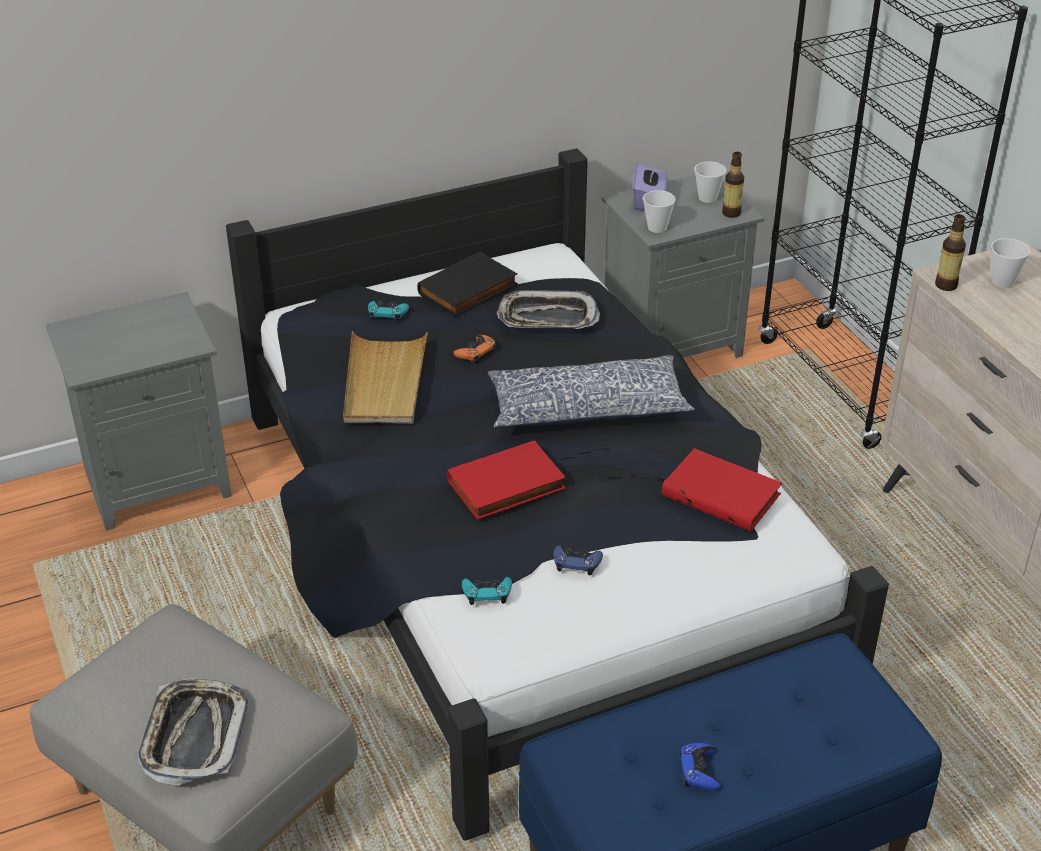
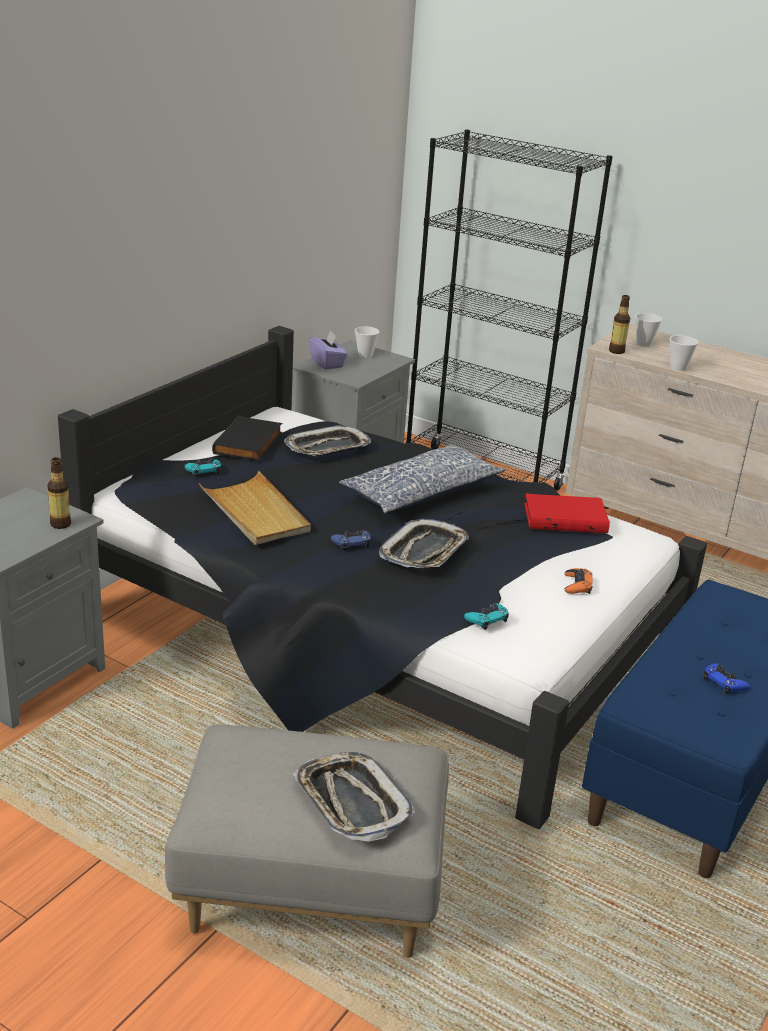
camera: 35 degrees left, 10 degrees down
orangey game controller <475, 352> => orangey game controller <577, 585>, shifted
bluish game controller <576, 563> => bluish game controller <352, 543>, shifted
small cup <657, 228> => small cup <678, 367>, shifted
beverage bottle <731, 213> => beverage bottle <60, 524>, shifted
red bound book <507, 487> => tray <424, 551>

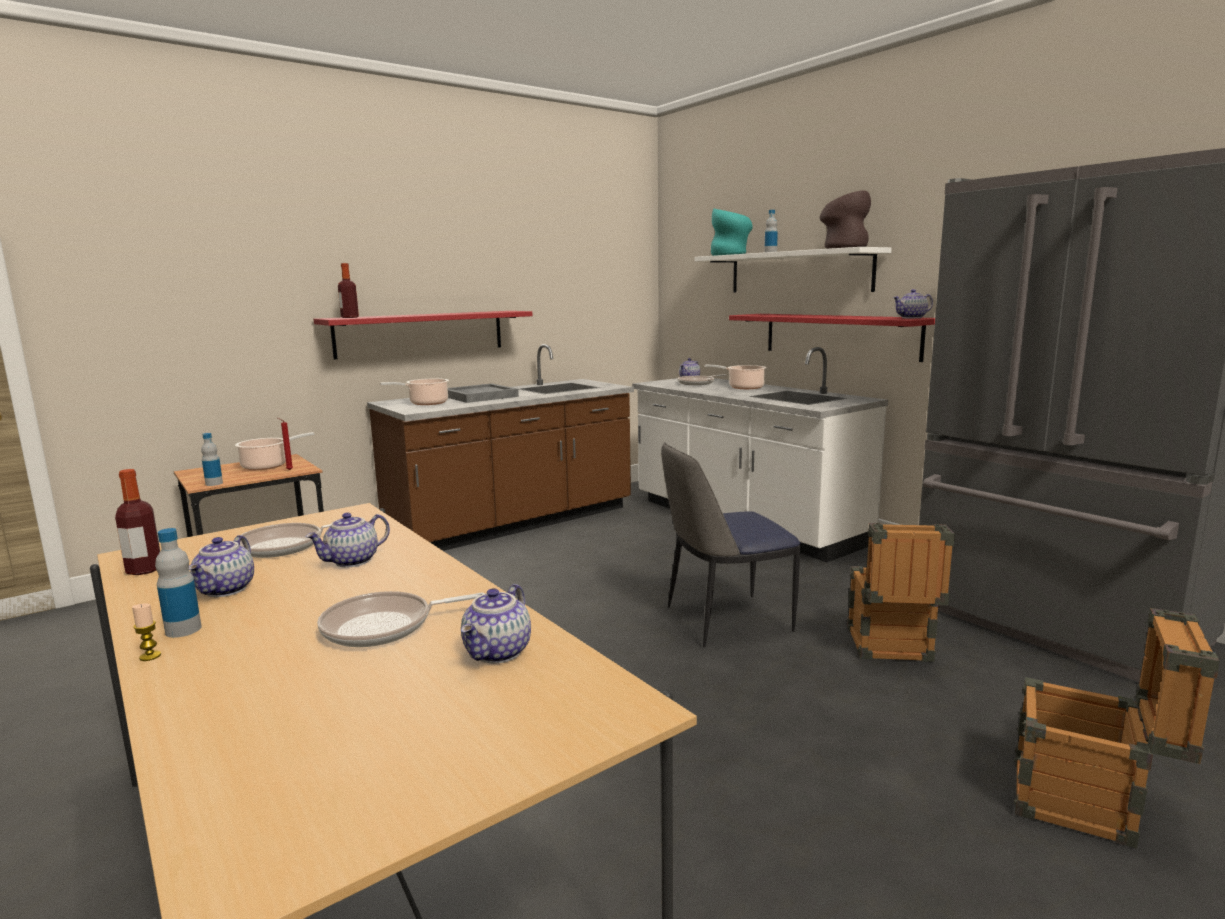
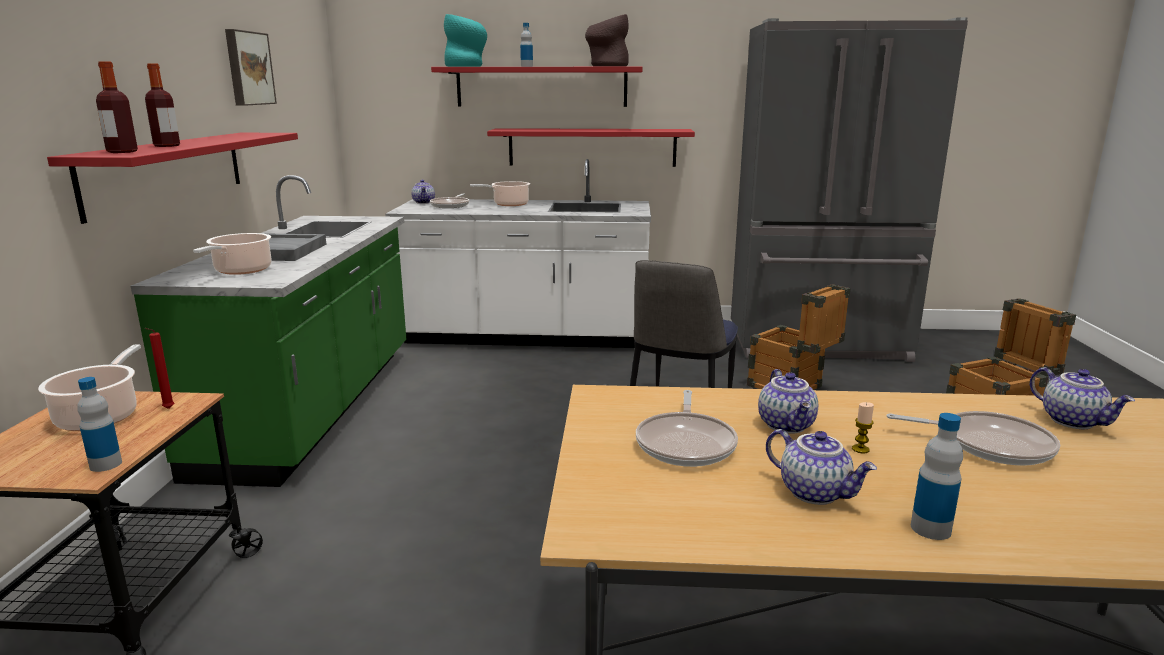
camera: 50 degrees left, 5 degrees up
tea pot <912, 318> => nothing
nothing => wall art <248, 68>
beverage bottle <144, 570> => beverage bottle <167, 146>, shifted
candle <150, 656> => candle <860, 449>, shifted
brownish kitchen counter <513, 524> => green kitchen counter <315, 407>
white-coloured wall shelf <798, 272> => red wall shelf <541, 87>
skillet <384, 626> => skillet <989, 444>, 90 degrees counterclockwise

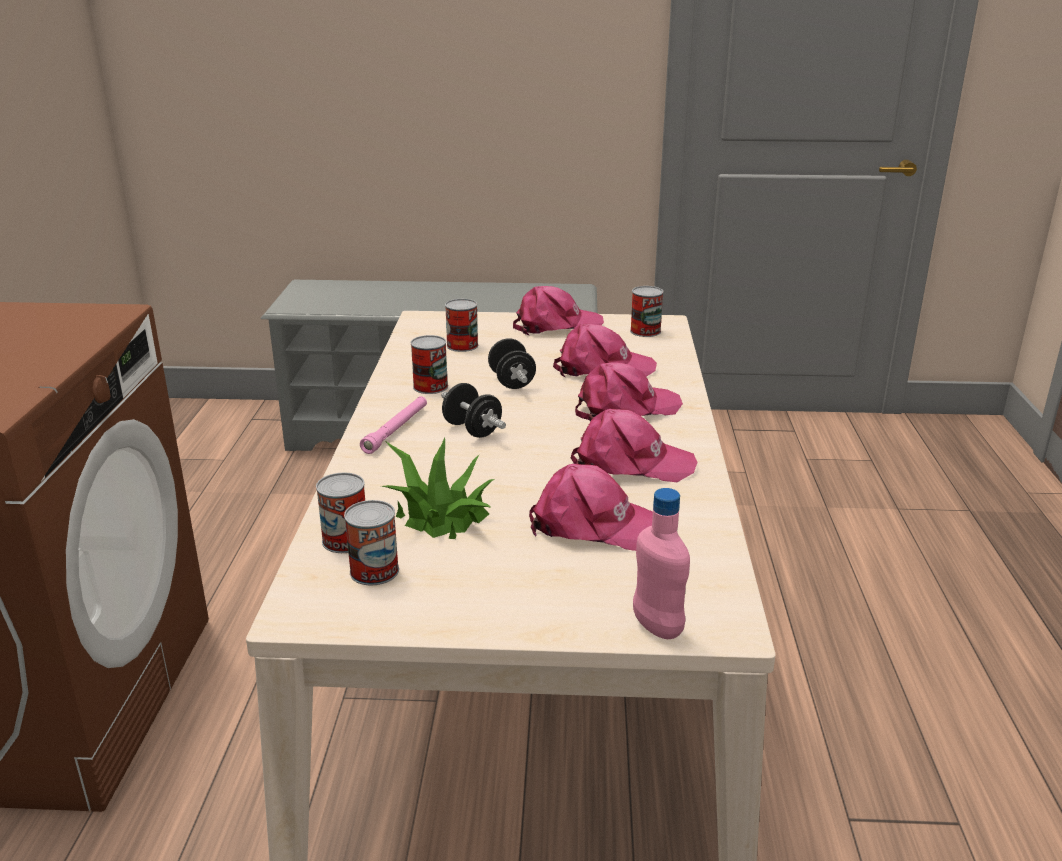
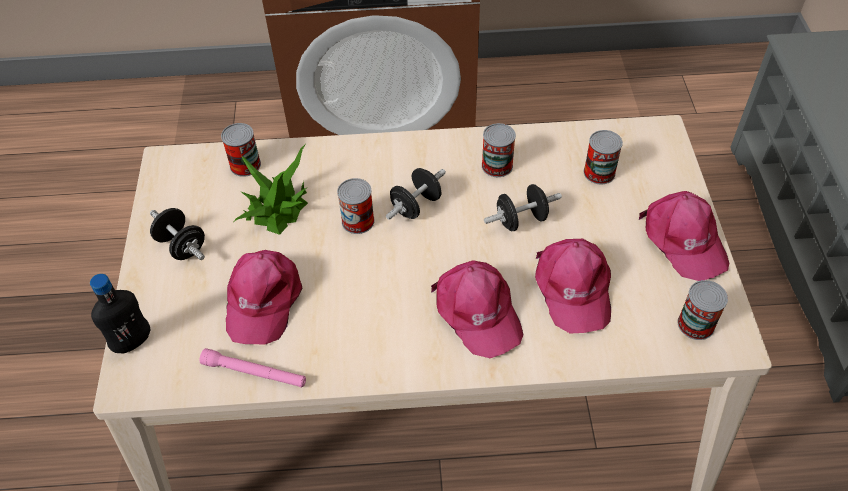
camera: 85 degrees right, 25 degrees up
pink-coloured peaked cap <630, 463> => nothing
nothing => blackish hand weight <182, 246>
can <374, 571> => can <358, 221>, shifted
pink-coloured flashlight <396, 430> => pink-coloured flashlight <254, 373>, shifted
pink-coloured beverage bottle <657, 627> => blackish beverage bottle <132, 342>

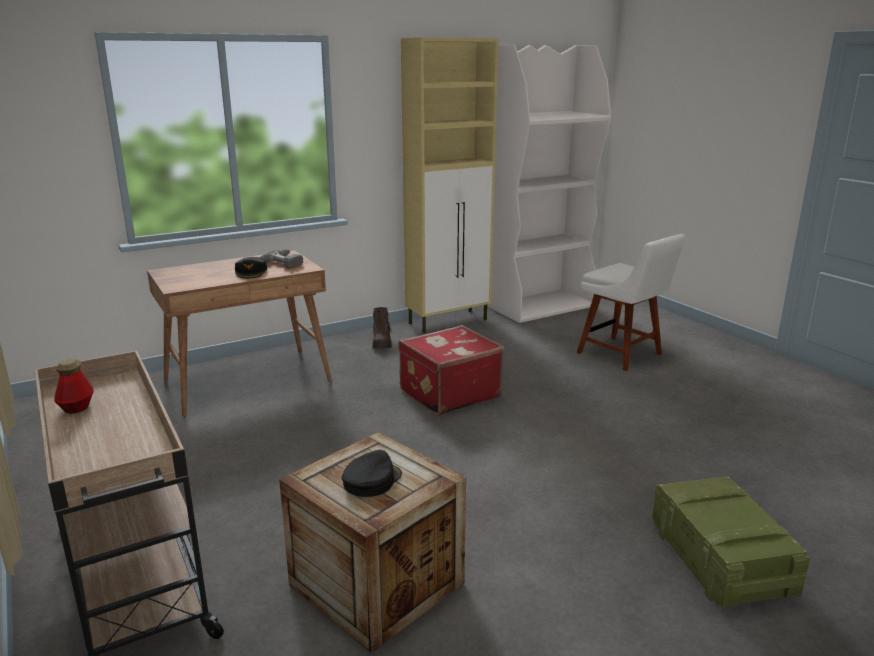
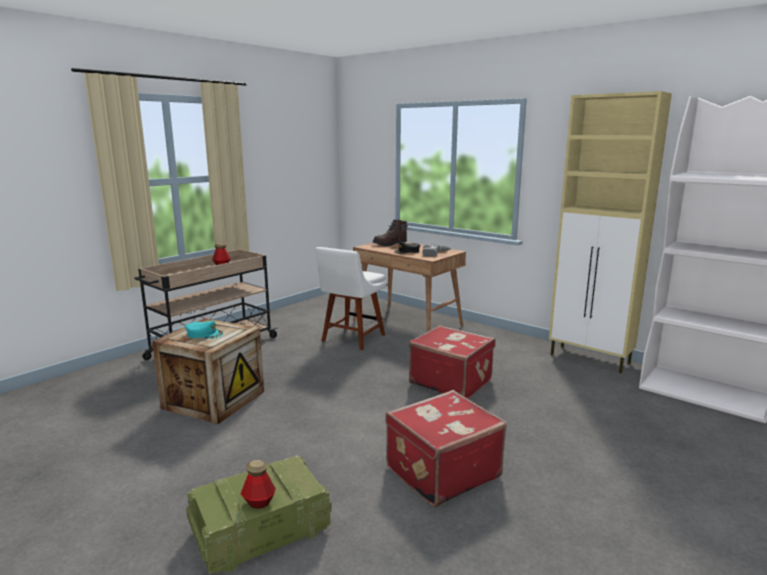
camera: 70 degrees right, 5 degrees down
nothing => beverage bottle <259, 502>
nothing => red piece of luggage <441, 471>
brownish tall boot <382, 343> => brownish tall boot <390, 244>, shifted
white-coloured upright chair <623, 355> => white-coloured upright chair <351, 339>, shifted
blackish peaked cap <371, 480> => turquoise peaked cap <204, 334>

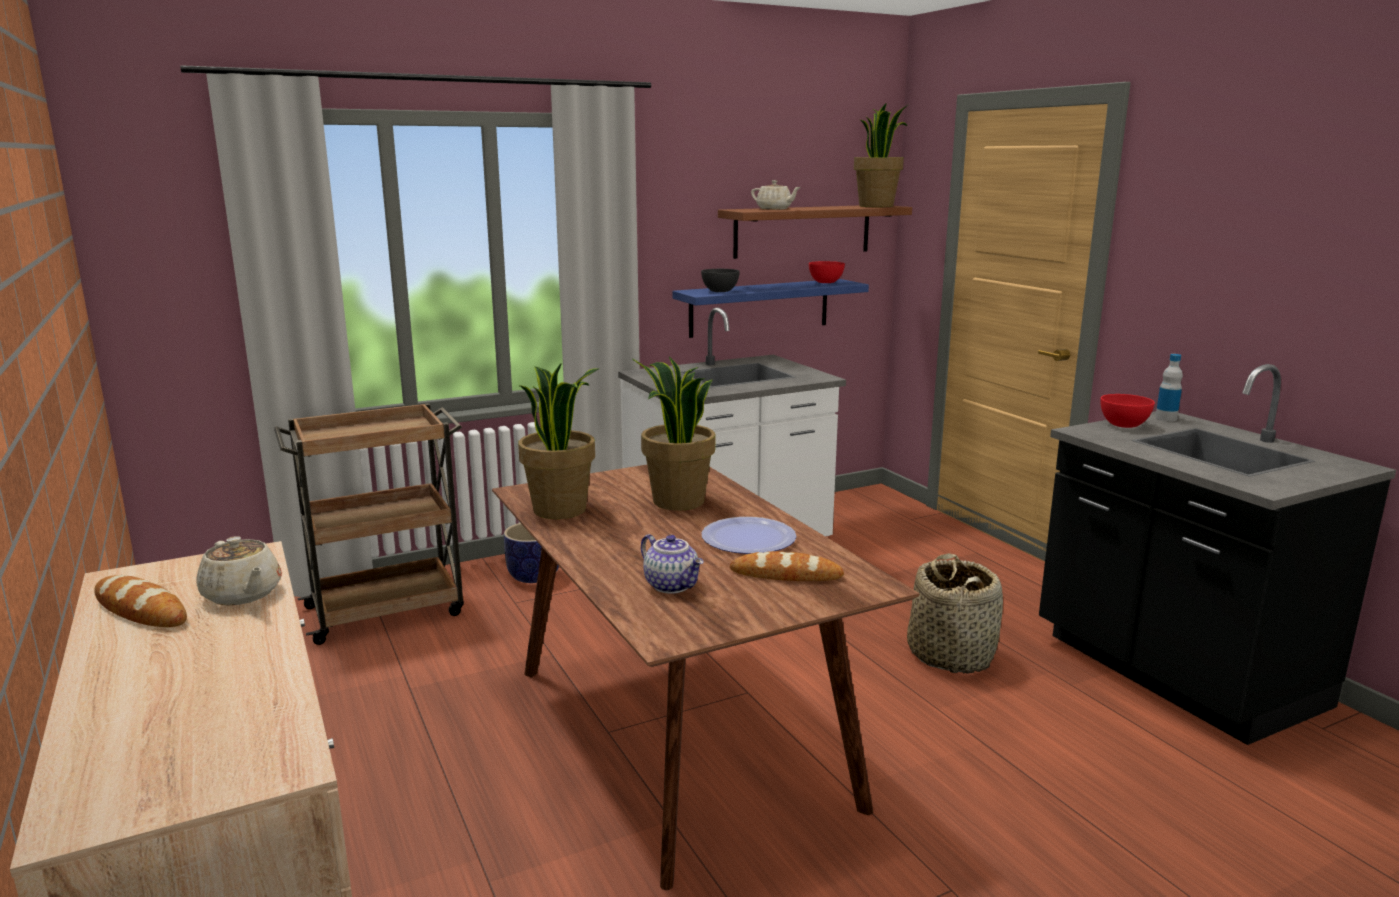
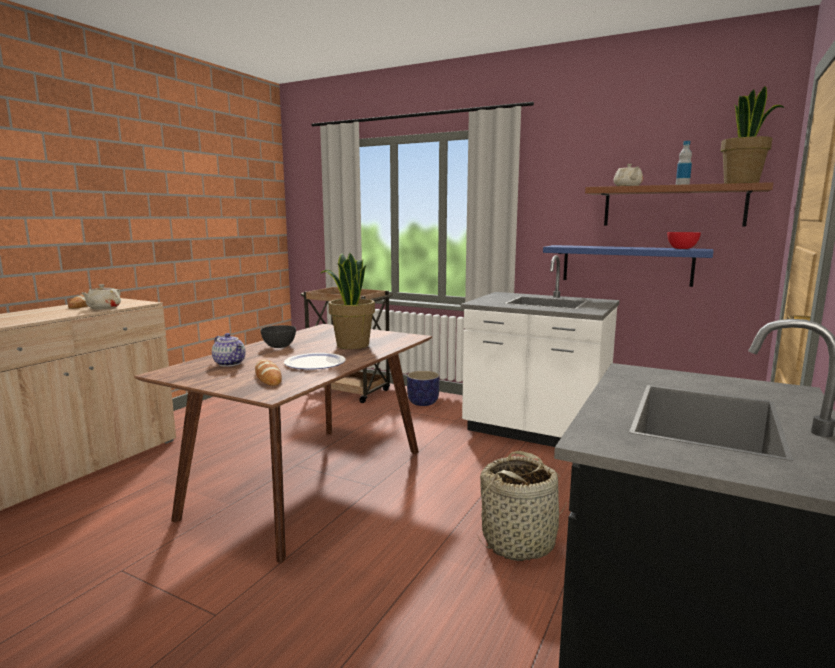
camera: 55 degrees right, 5 degrees down
potted plant <561, 509> => nothing
red deep dish <1124, 425> => nothing
grey deep dish <719, 291> => grey deep dish <279, 346>, shifted
beverage bottle <1166, 418> => beverage bottle <682, 185>, shifted
tea pot <673, 585> => tea pot <230, 363>, 60 degrees counterclockwise

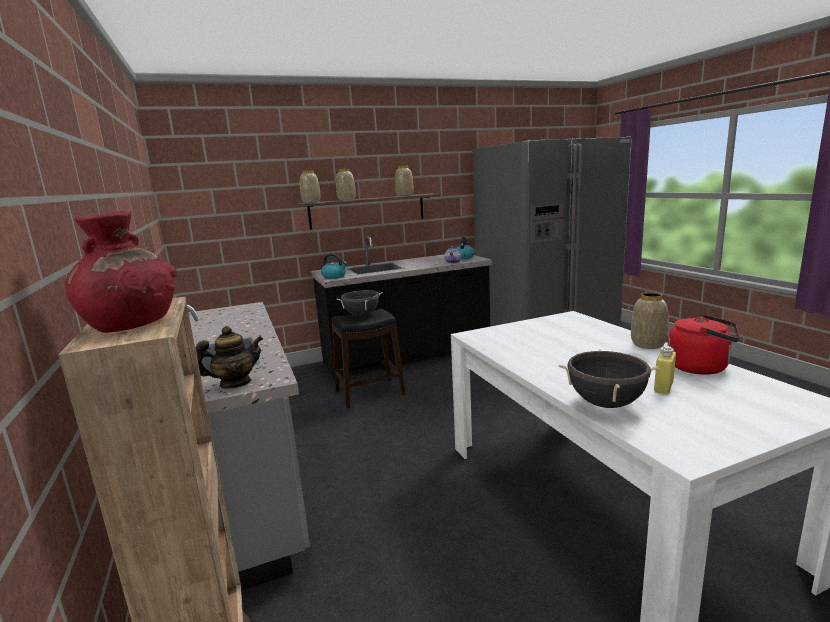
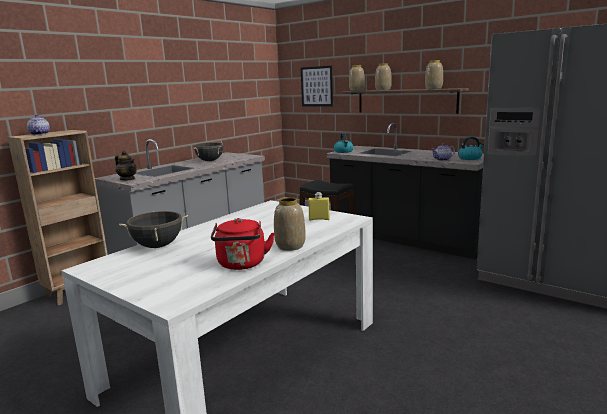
camera: 60 degrees right, 0 degrees up
nothing => wall art <316, 86>
blackish saucepot <361, 315> => blackish saucepot <209, 161>, shifted
yellow beverage bottle <663, 387> => yellow beverage bottle <319, 219>, shifted
red decorative vase <131, 324> => tea pot <39, 134>

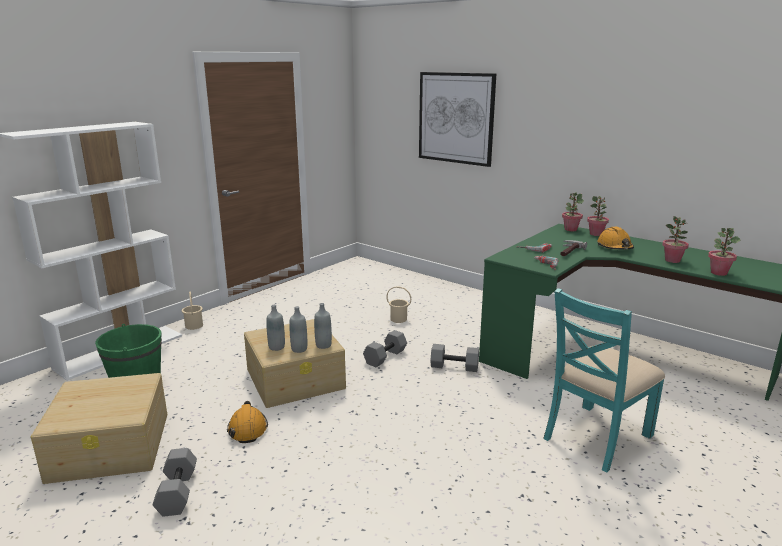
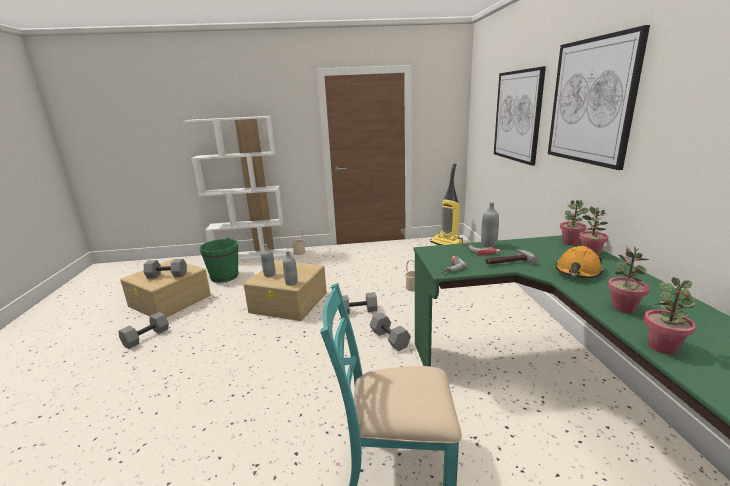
camera: 45 degrees right, 0 degrees up
orangey work helmet <247, 429> => nothing
nothing => grey hand weight <166, 276>
nothing => vacuum cleaner <447, 243>
nothing => wall art <591, 101>
grey beverage bottle <299, 349> => grey beverage bottle <488, 245>, shifted

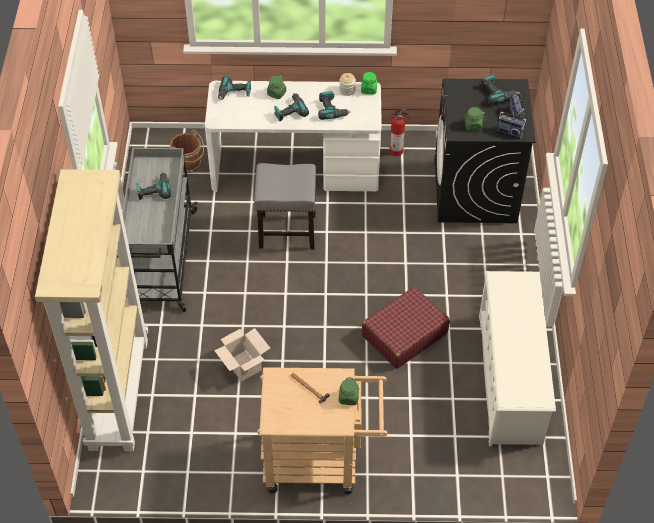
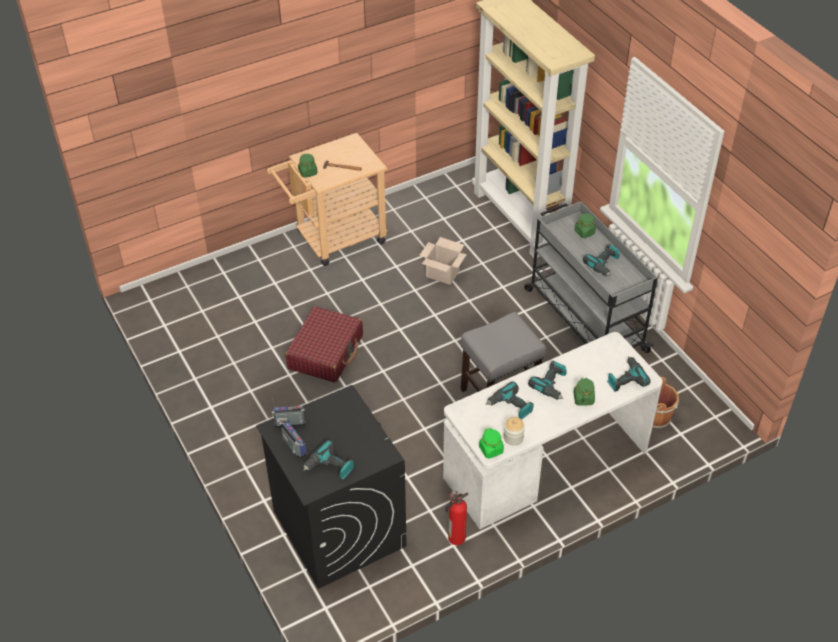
camera: 150 degrees right, 5 degrees down
white-coloured shoe shelf <510, 379> => nothing
green jar <473, 125> => green jar <584, 232>, shifted

